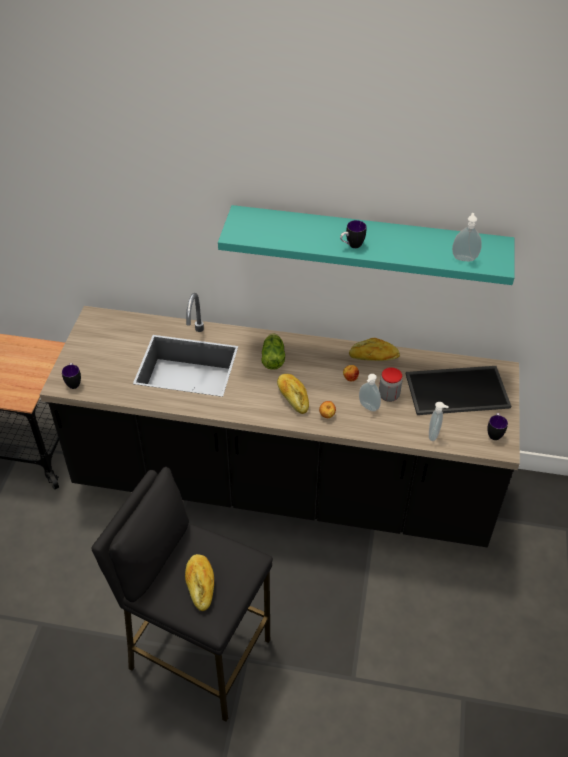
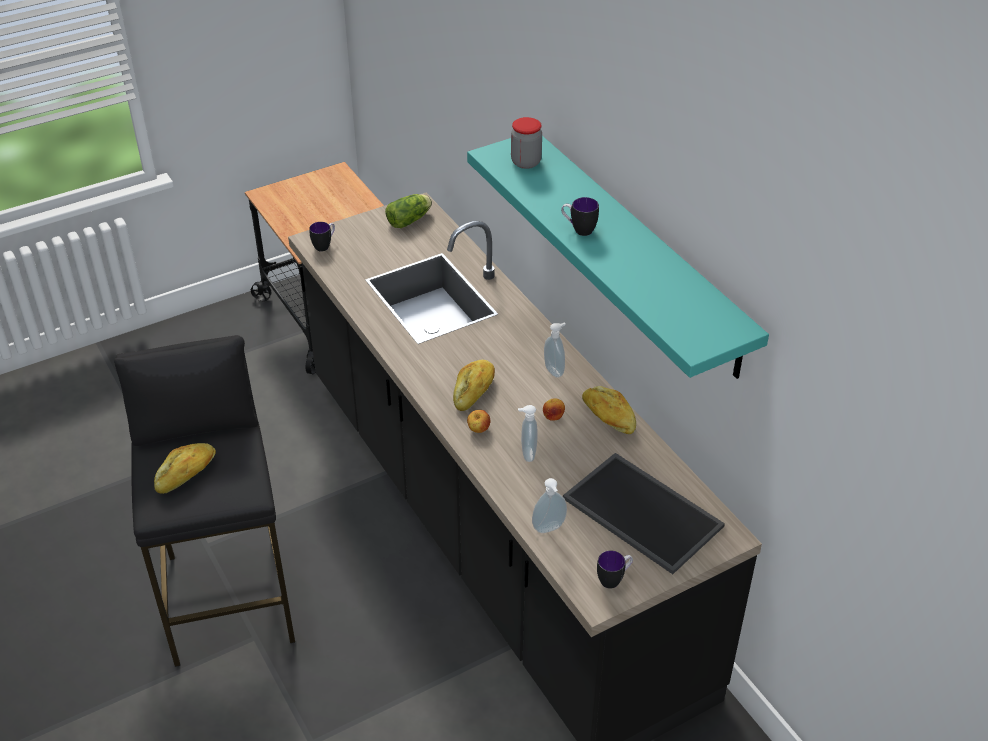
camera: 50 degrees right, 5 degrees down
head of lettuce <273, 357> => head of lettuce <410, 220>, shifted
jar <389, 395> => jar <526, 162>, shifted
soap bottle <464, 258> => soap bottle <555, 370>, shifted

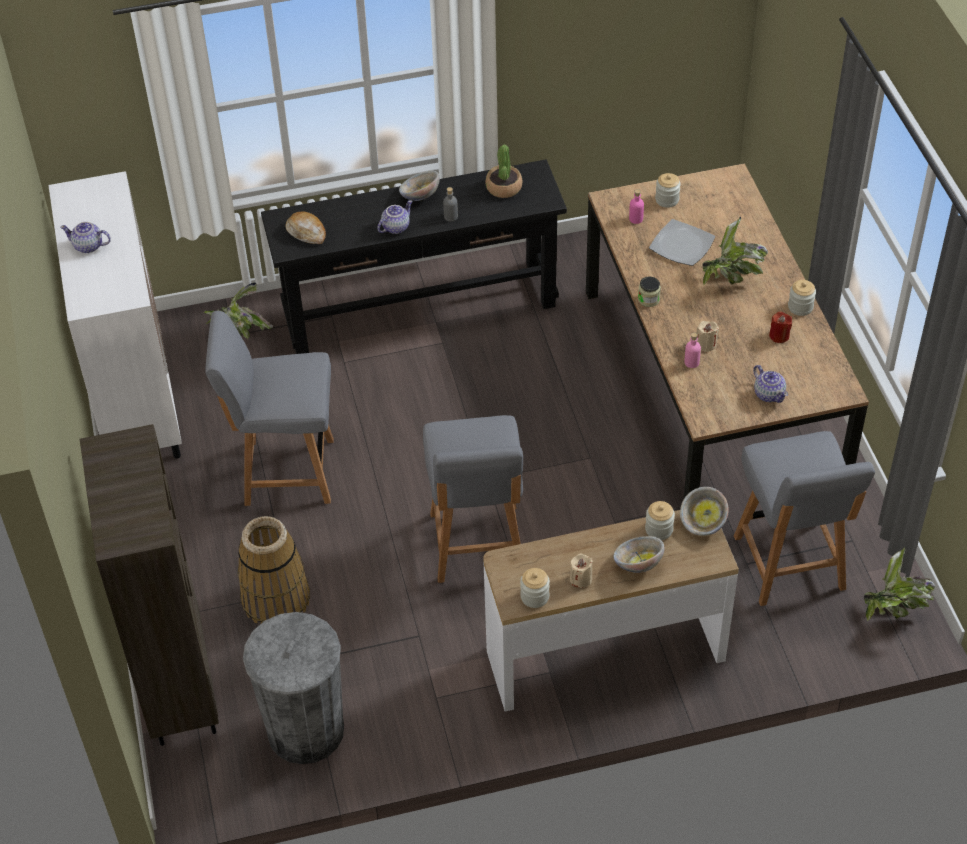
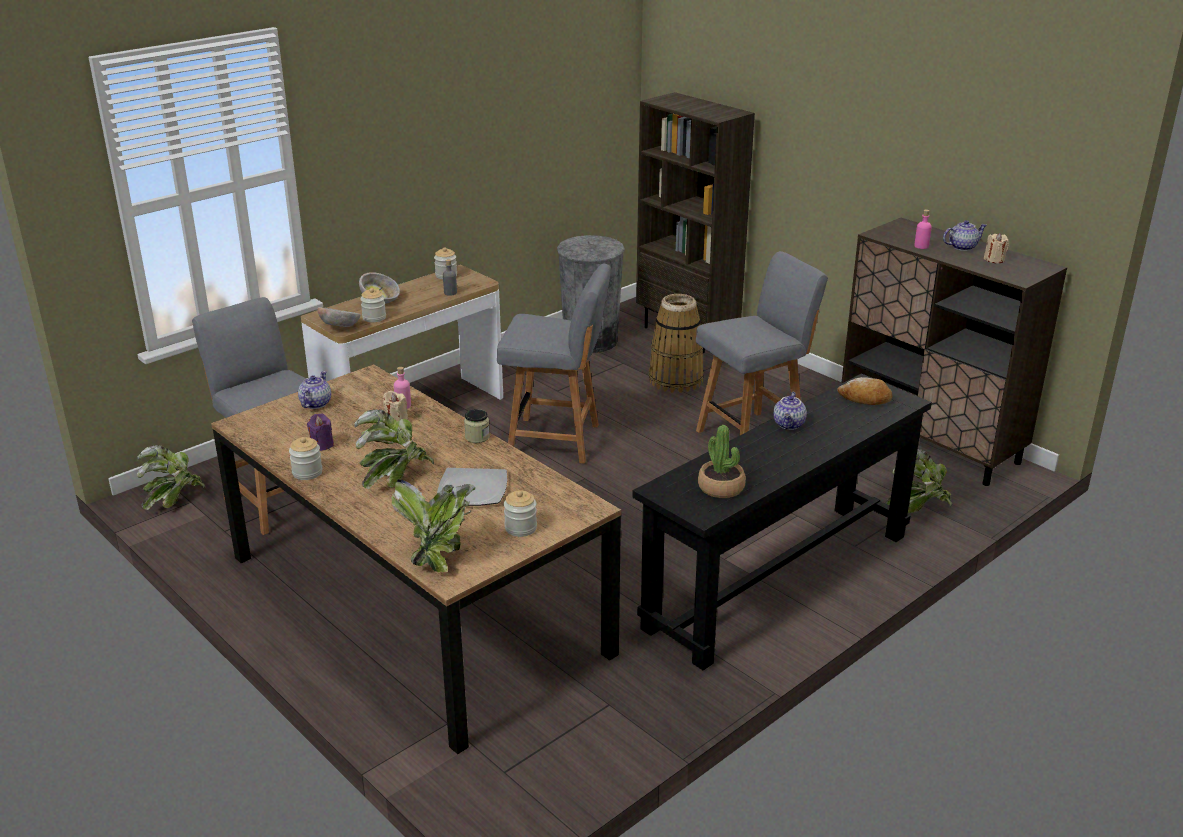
camera: 150 degrees right, 20 degrees down
deep dish <419, 196> => nothing
nothing => potted plant <439, 551>
grey beverage bottle <451, 216> => grey beverage bottle <450, 293>, shifted
beige candle <581, 579> => beige candle <994, 259>, shifted
pink-coloured beverage bottle <636, 219> => pink-coloured beverage bottle <921, 246>, shifted
white-coloured cupboard <136, 398> => brownish cupboard <930, 442>
red candle <779, 336> => purplish candle <322, 445>
grey upright chair <477, 546> => grey upright chair <556, 440>, 135 degrees clockwise
tea pot <769, 394> => tea pot <315, 404>, 75 degrees clockwise

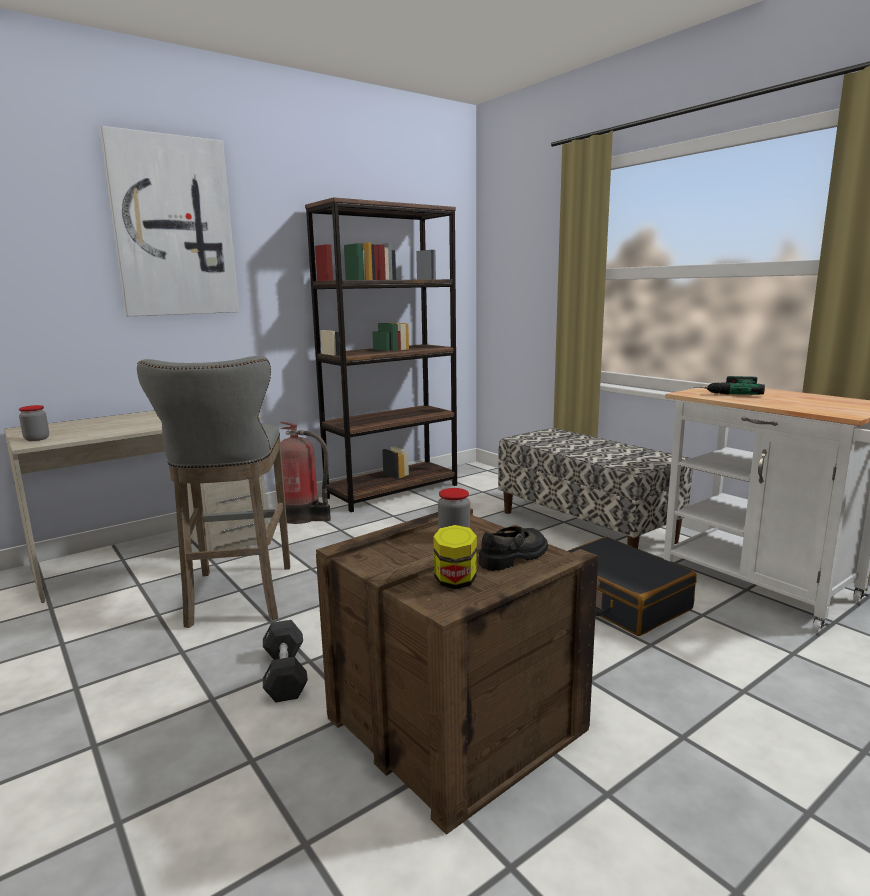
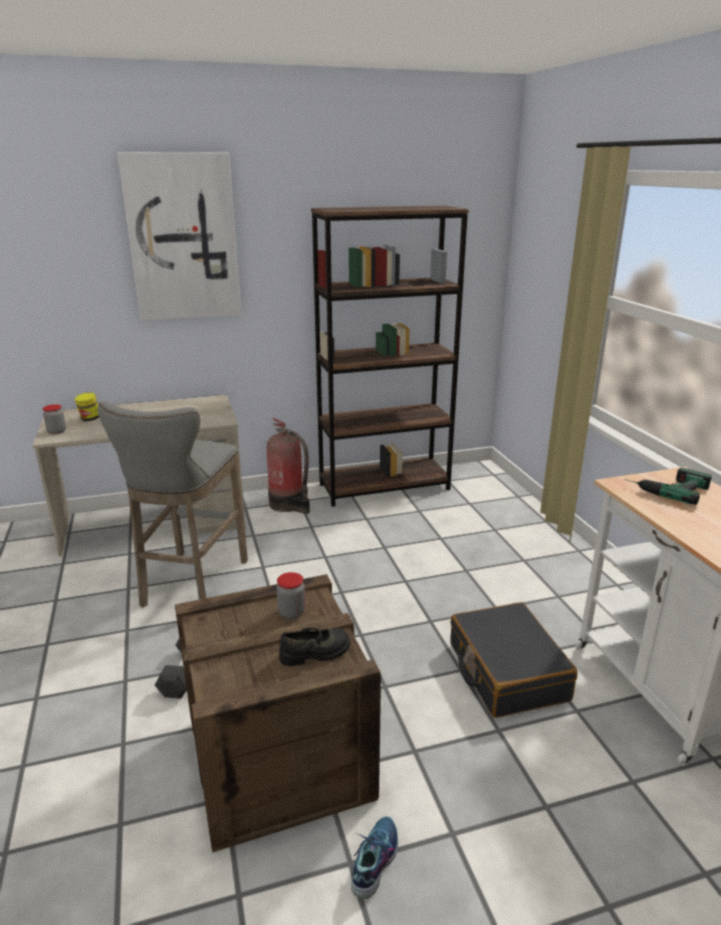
camera: 20 degrees right, 10 degrees up
bench <586, 526> => nothing
nothing => item of footwear <374, 860>
jar <455, 582> => jar <90, 418>, shifted

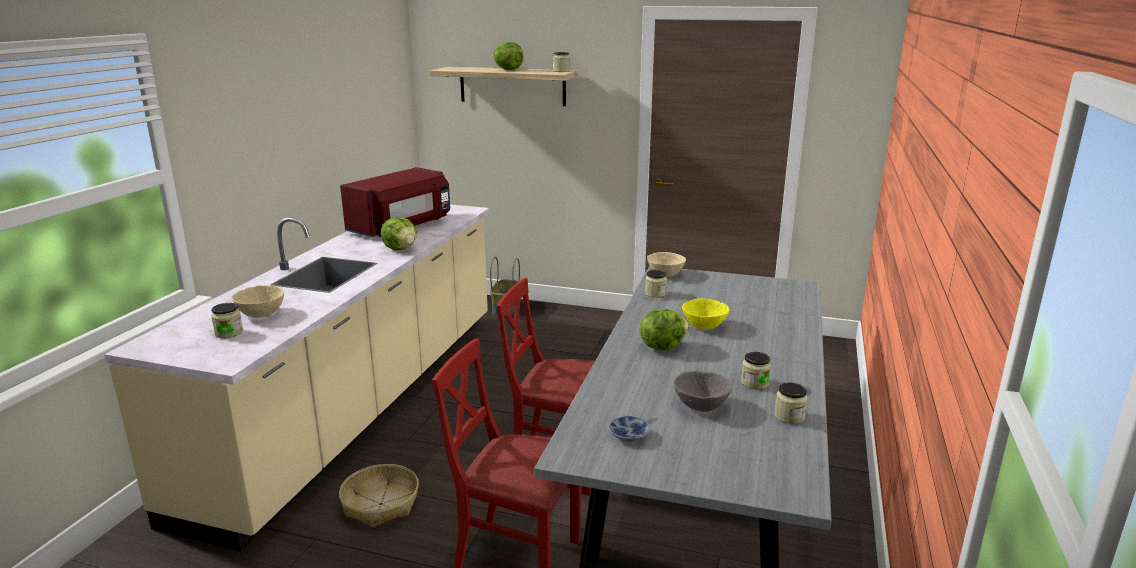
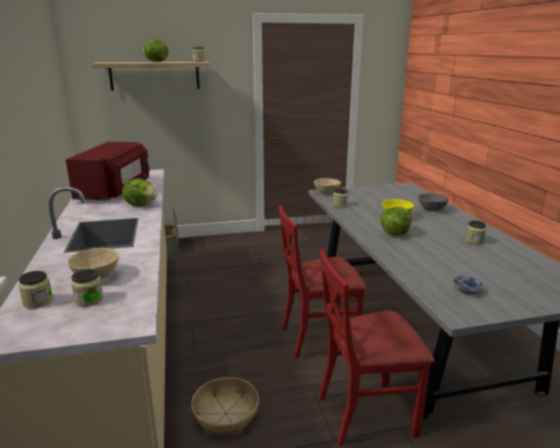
camera: 30 degrees left, 0 degrees up
grey deep dish <701, 406> => grey deep dish <431, 209>, shifted
jar <789, 416> => jar <38, 301>, shifted

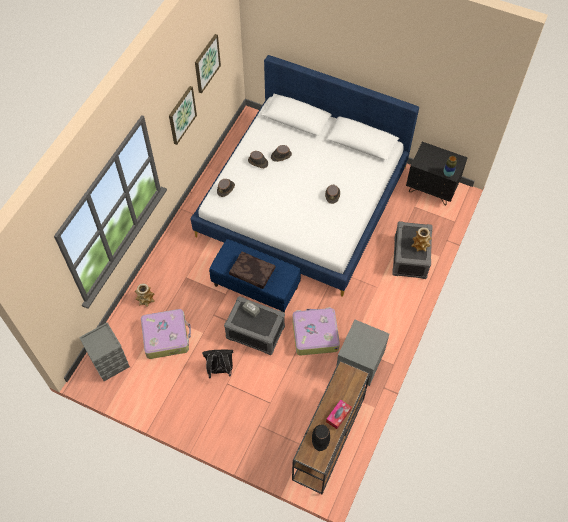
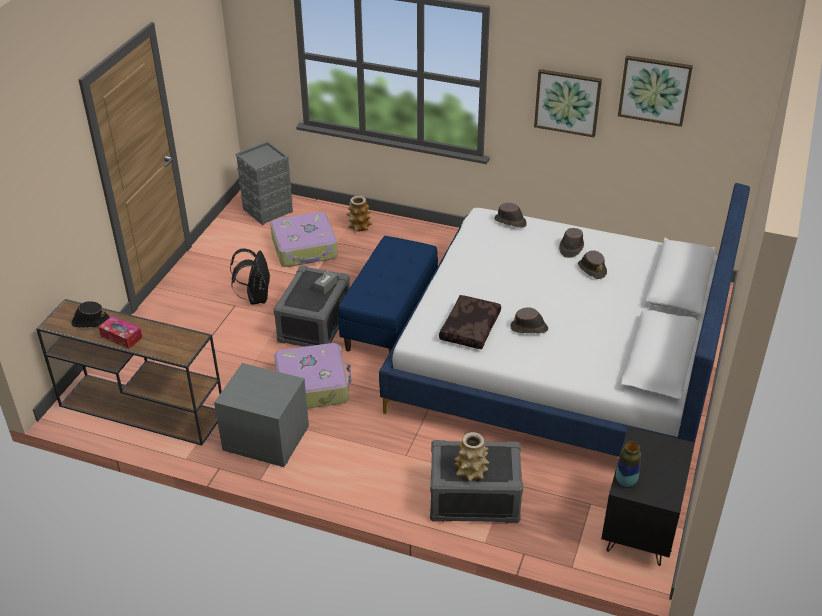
camera: 85 degrees right, 20 degrees down
brownish throw pillow <251, 273> => brownish throw pillow <469, 328>, shifted

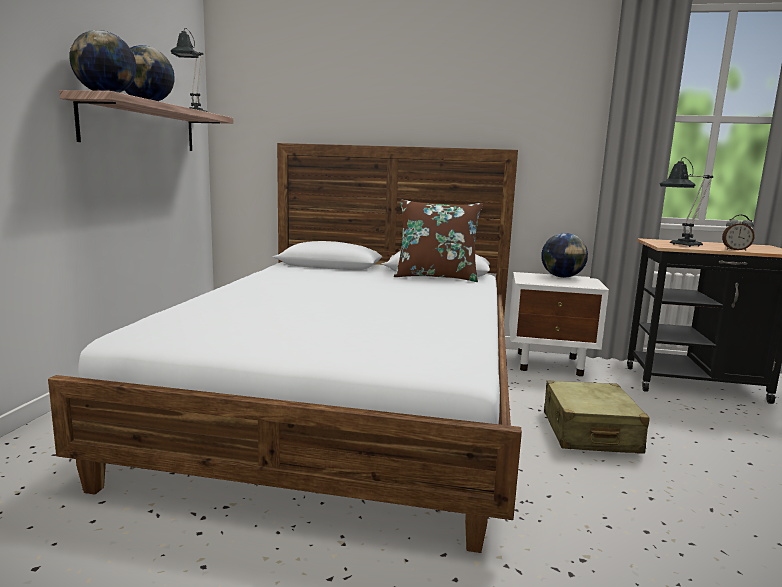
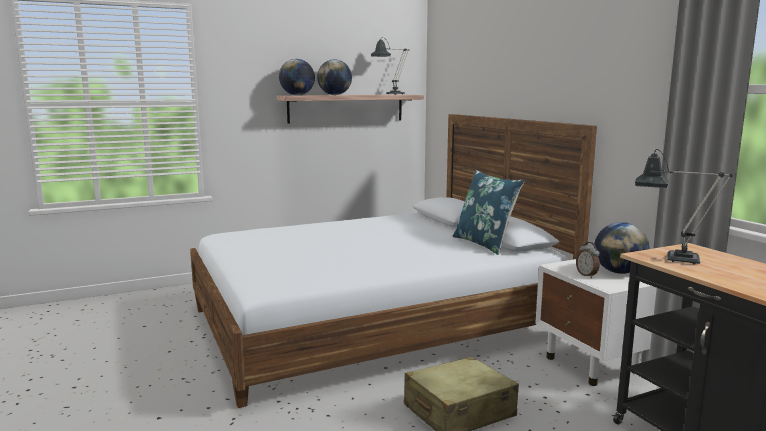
camera: 55 degrees right, 0 degrees up
table clock <735, 250> => table clock <587, 275>, shifted
brownish throw pillow <436, 277> => bluish throw pillow <485, 244>

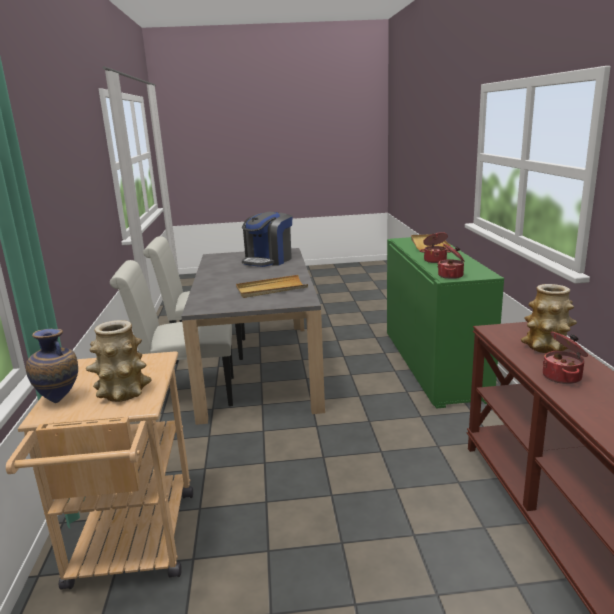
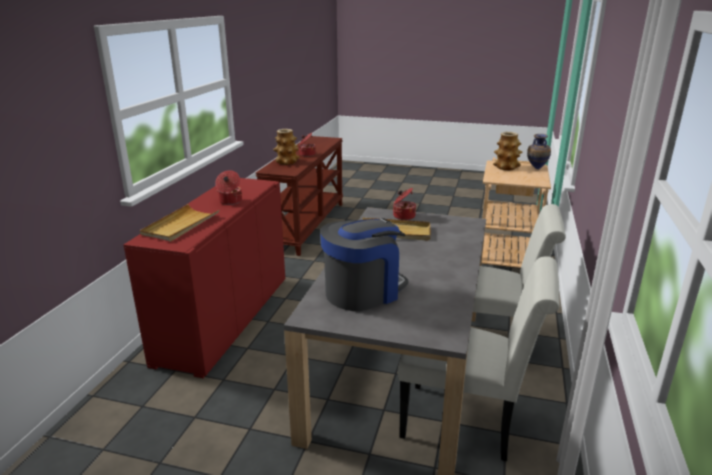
camera: 160 degrees left, 5 degrees up
saucepot <451, 276> => saucepot <403, 216>, shifted
green cupboard <433, 364> => red cupboard <225, 318>

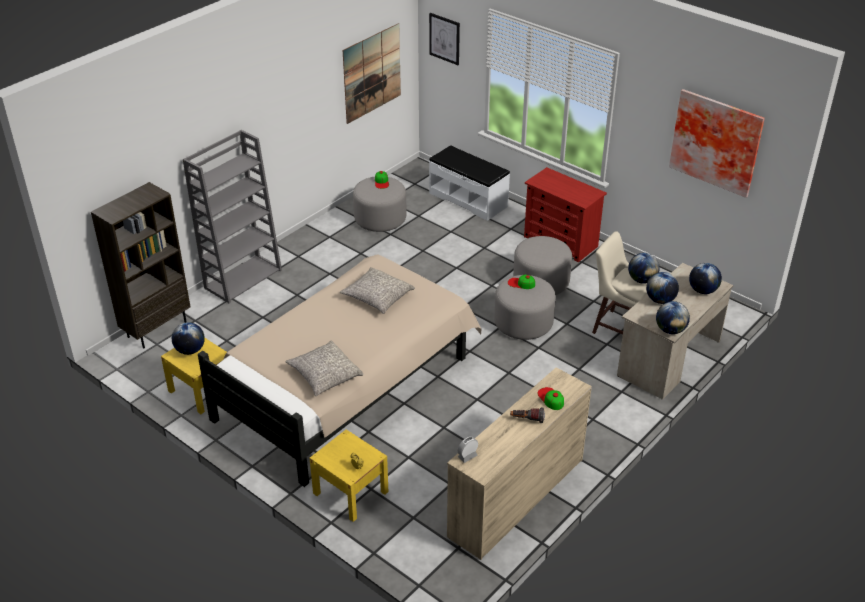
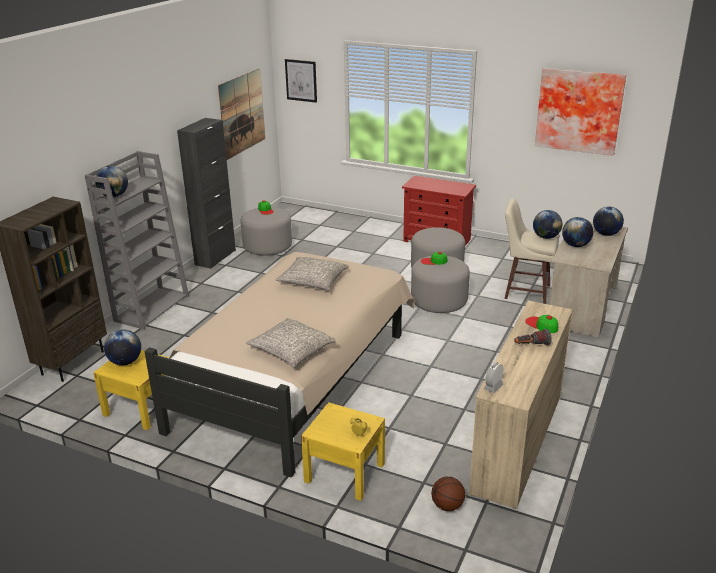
camera: 15 degrees left, 10 degrees down
white-coloured bench <468, 199> => nothing
nothing => blackish cupboard <215, 257>
nothing => basketball <447, 505>
desk globe <670, 330> => desk globe <114, 196>, shifted

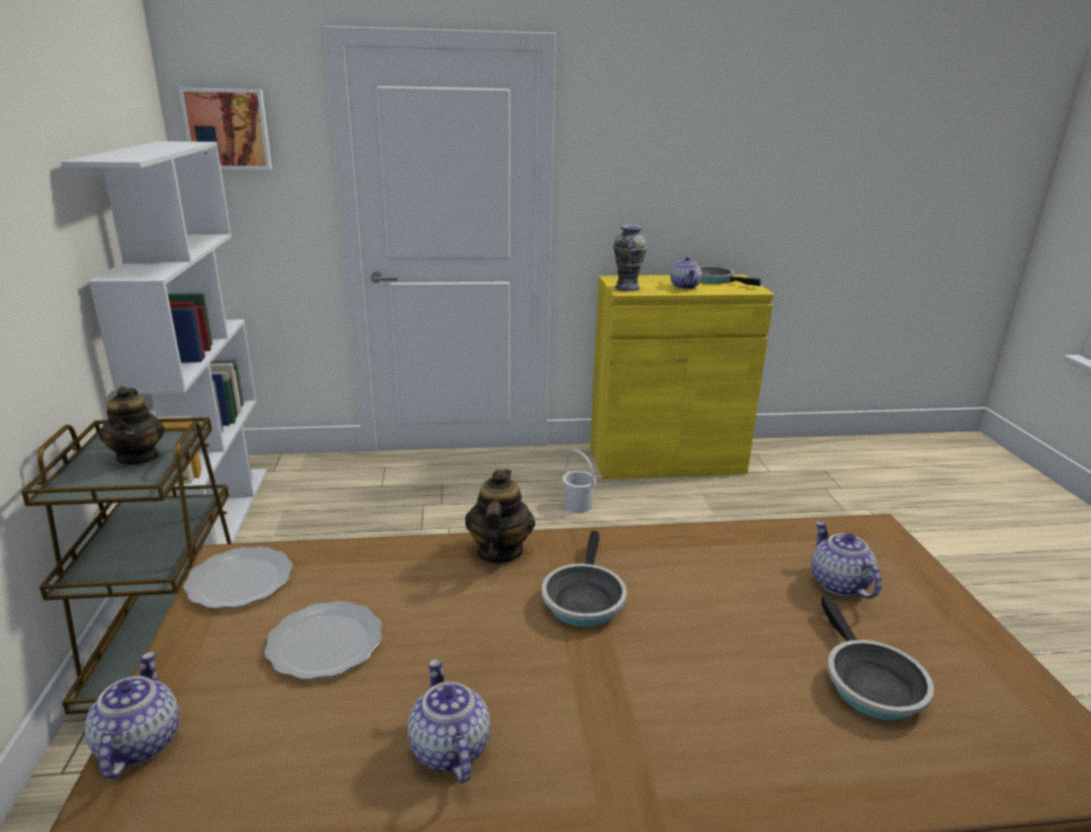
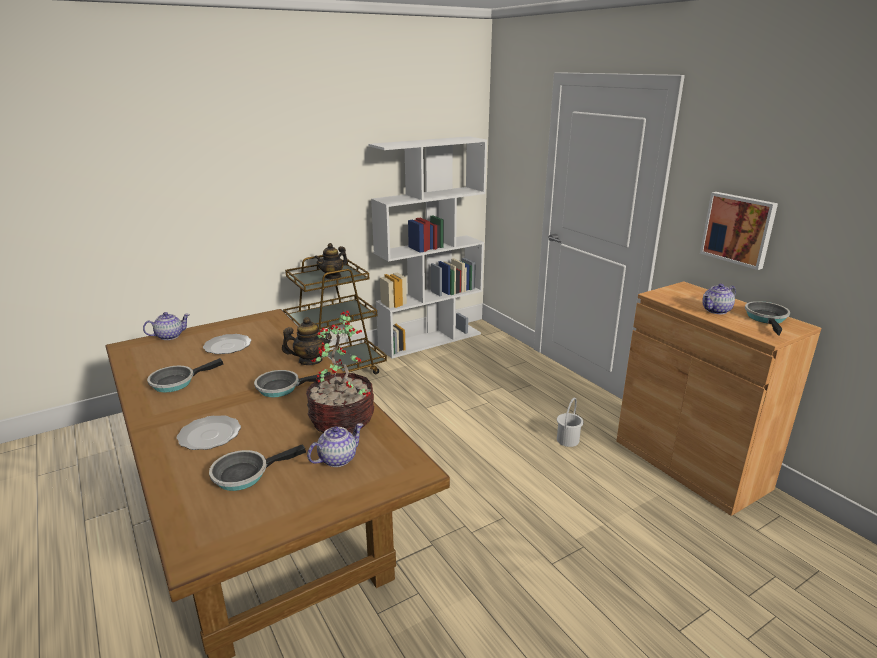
camera: 65 degrees right, 0 degrees up
decorative vase <627, 288> => nothing
nothing => potted plant <343, 420>
wall art <228, 129> => wall art <738, 229>, shifted
flat dish <240, 580> => flat dish <210, 434>, shifted
tea pot <448, 748> => skillet <176, 382>
yellow cupboard <666, 459> => brownish cupboard <690, 464>

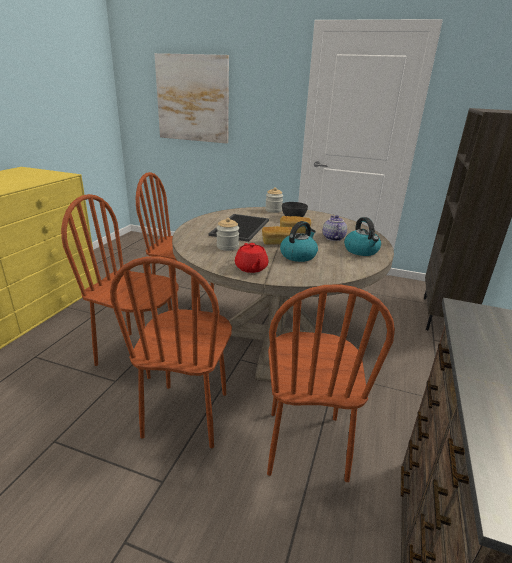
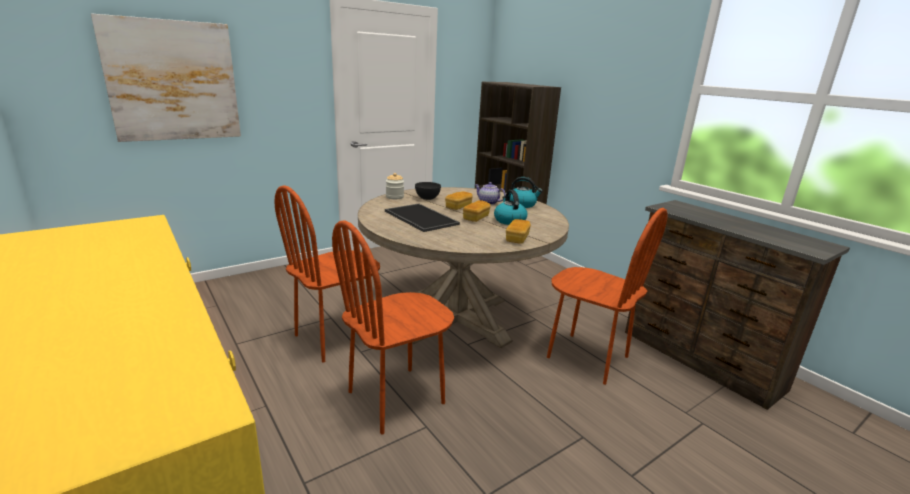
camera: 55 degrees left, 5 degrees down
brownish upright chair <187, 414> => nothing
jar <227, 247> => nothing
red tea pot <251, 268> => bread <517, 239>

